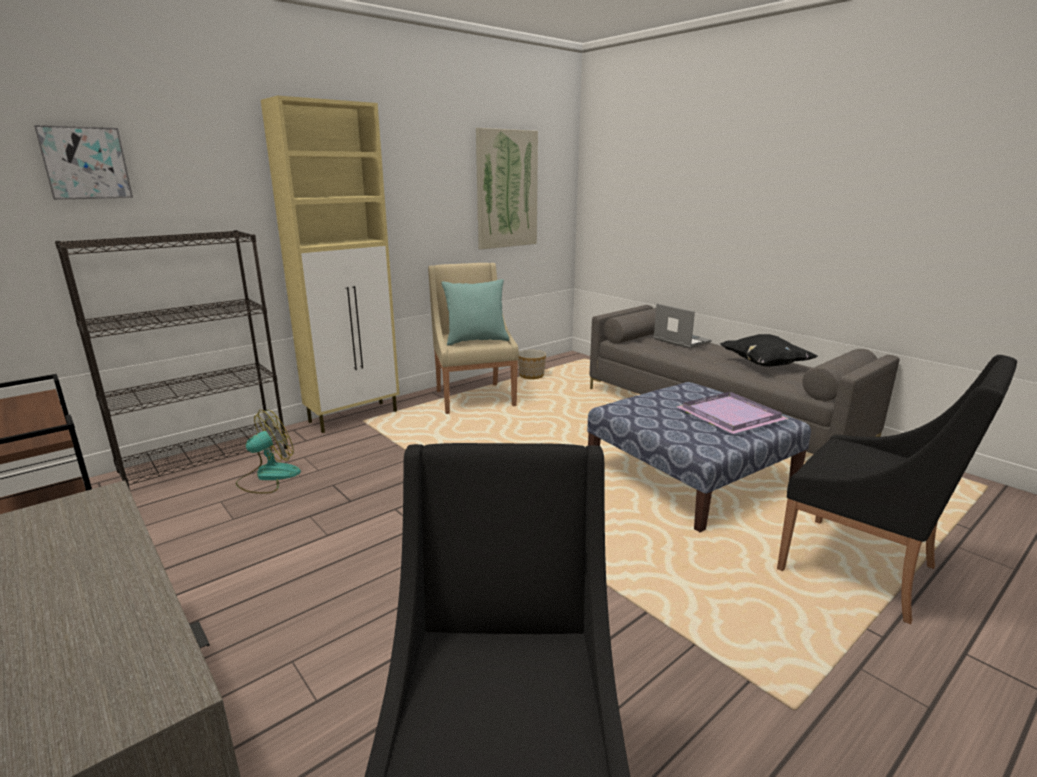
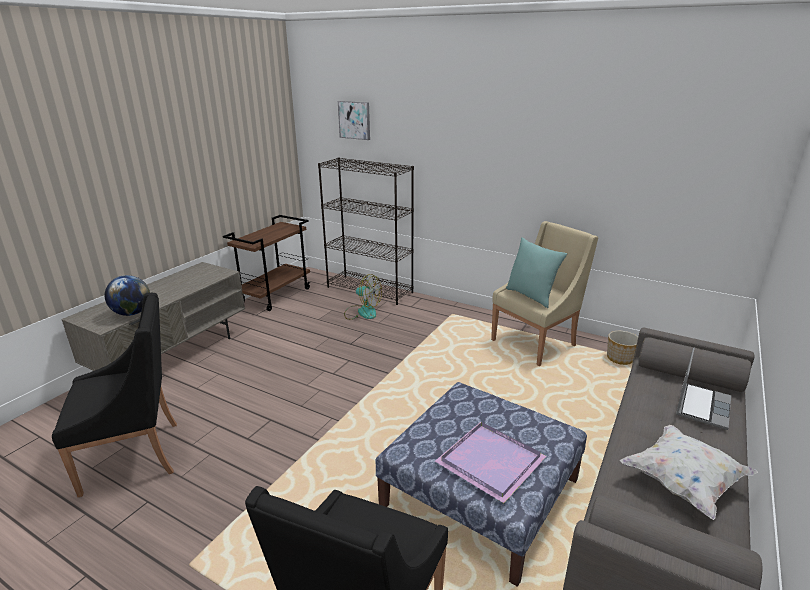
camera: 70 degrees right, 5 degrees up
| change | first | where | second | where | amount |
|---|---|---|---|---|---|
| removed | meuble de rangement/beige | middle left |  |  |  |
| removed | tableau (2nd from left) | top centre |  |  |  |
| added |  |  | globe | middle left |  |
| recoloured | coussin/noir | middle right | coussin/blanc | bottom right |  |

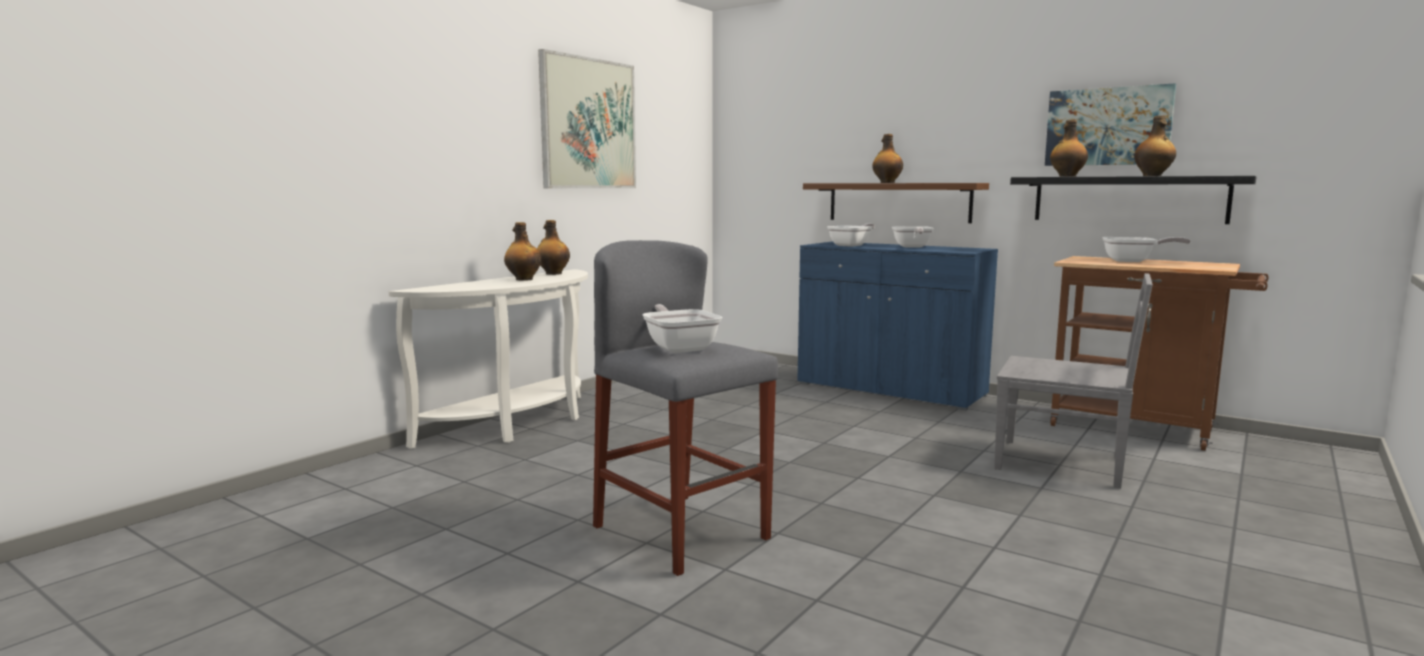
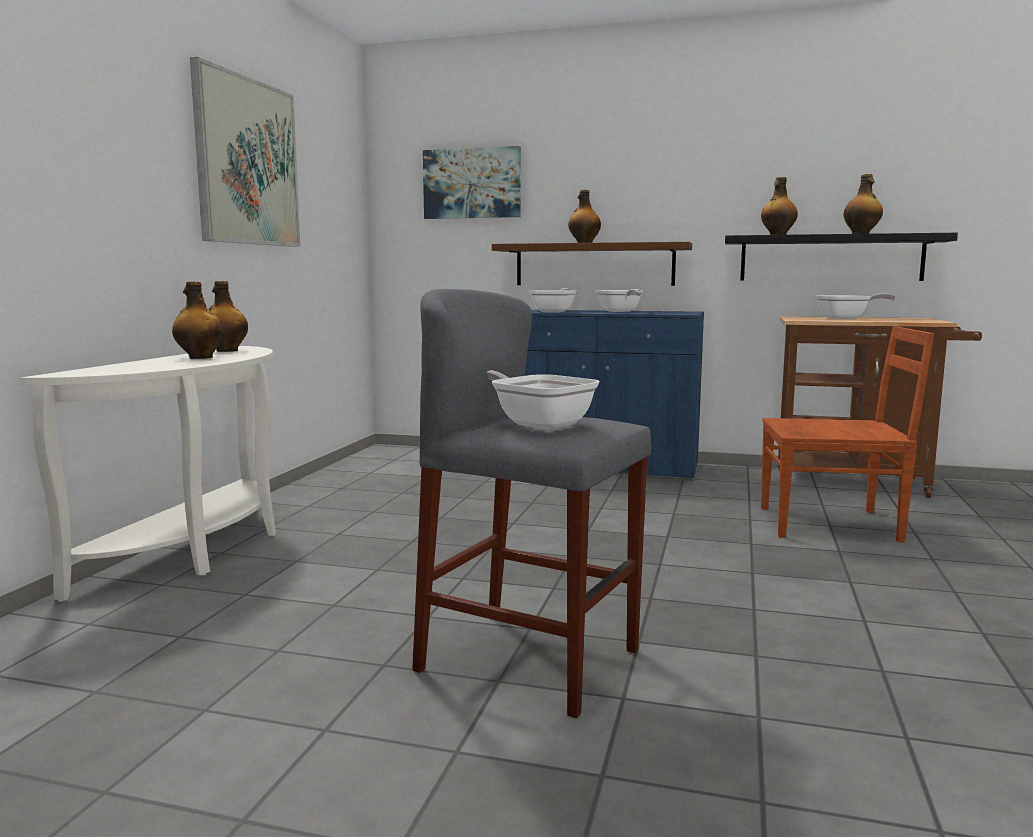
camera: 20 degrees left, 0 degrees up
| change | first | where | second | where | amount |
|---|---|---|---|---|---|
| moved | tableau (2nd from left) | top right |  | top centre |  |
| recoloured | chaise/gris | middle right | chaise/marron | middle right |  |

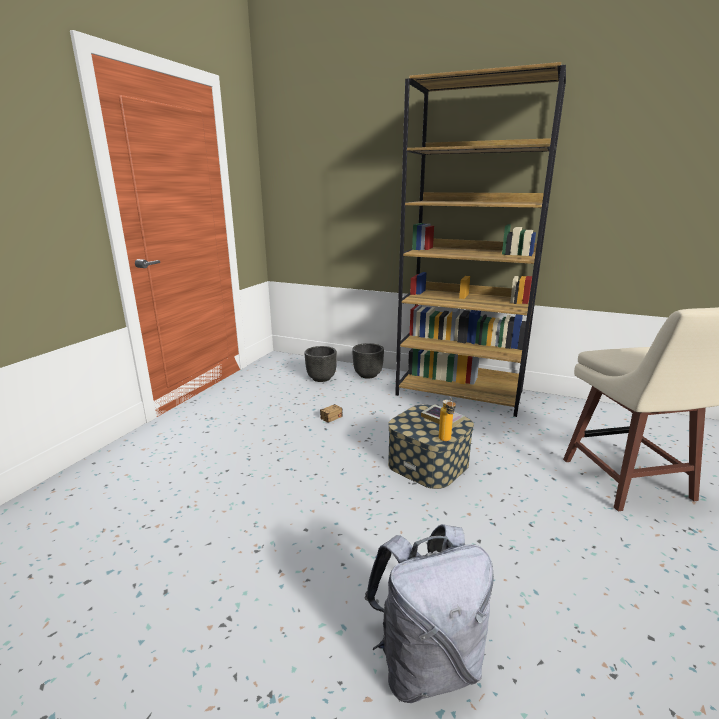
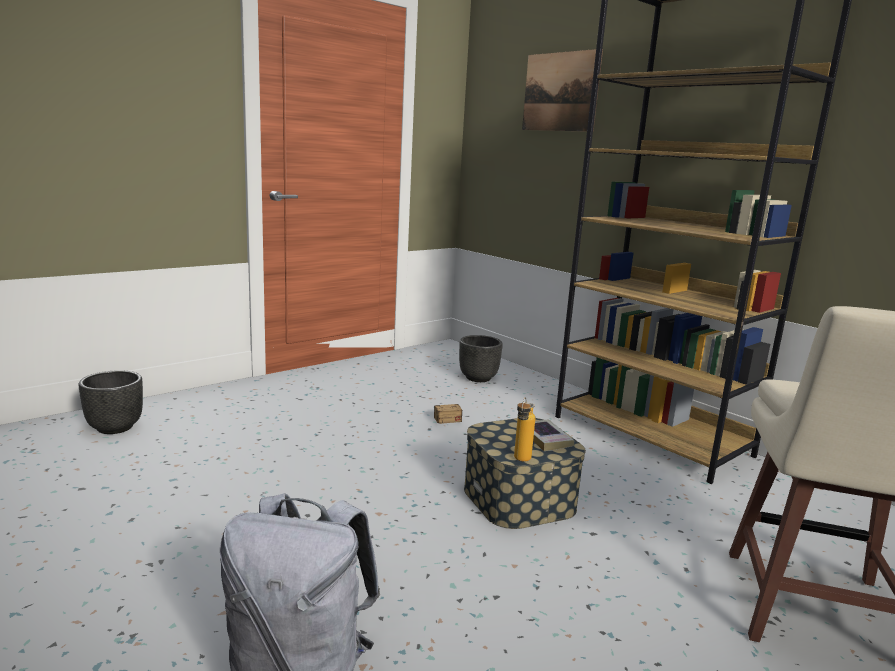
camera: 25 degrees right, 5 degrees down
| change | first | where | second | where | amount |
|---|---|---|---|---|---|
| added |  |  | tableau | top centre |  |
| moved | cache-pot/noir (2nd from left in the first image) | centre | cache-pot/noir (1st from left) | middle left |  |

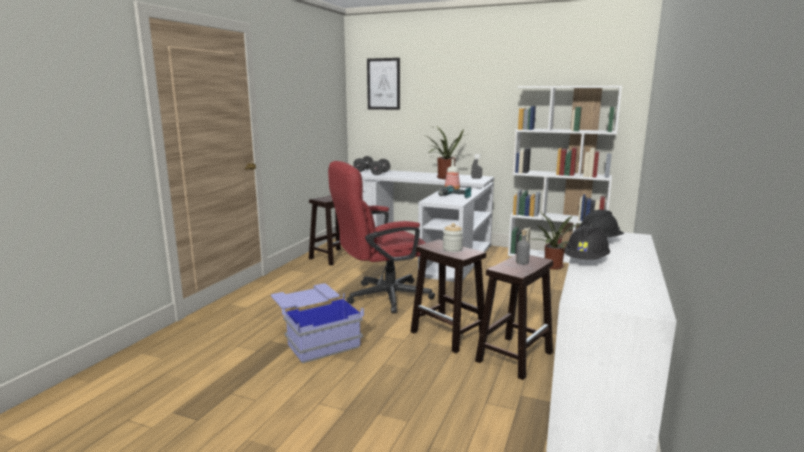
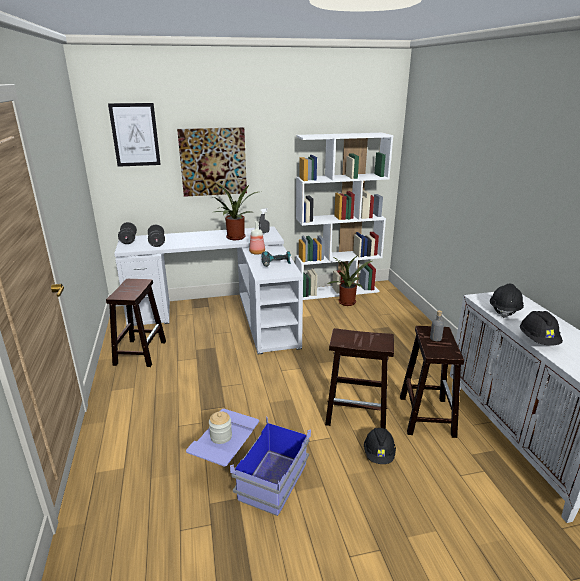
camera: 35 degrees left, 10 degrees up
| change | first | where | second | where | amount |
|---|---|---|---|---|---|
| removed | chaise de bureau/rouge | centre |  |  |  |
| added |  |  | tableau (2nd from left) | top centre |  |
| added |  |  | casque de chantier/noir (1st from left) | bottom centre |  |
| moved | bocal | centre |  | bottom centre |  |

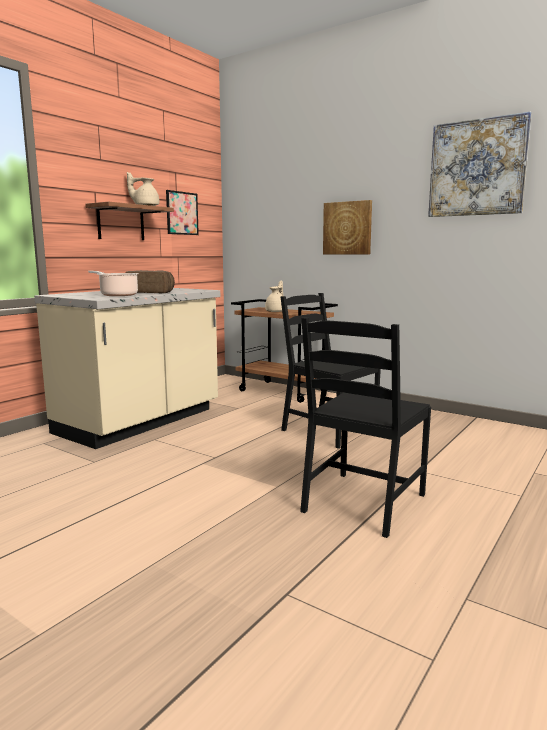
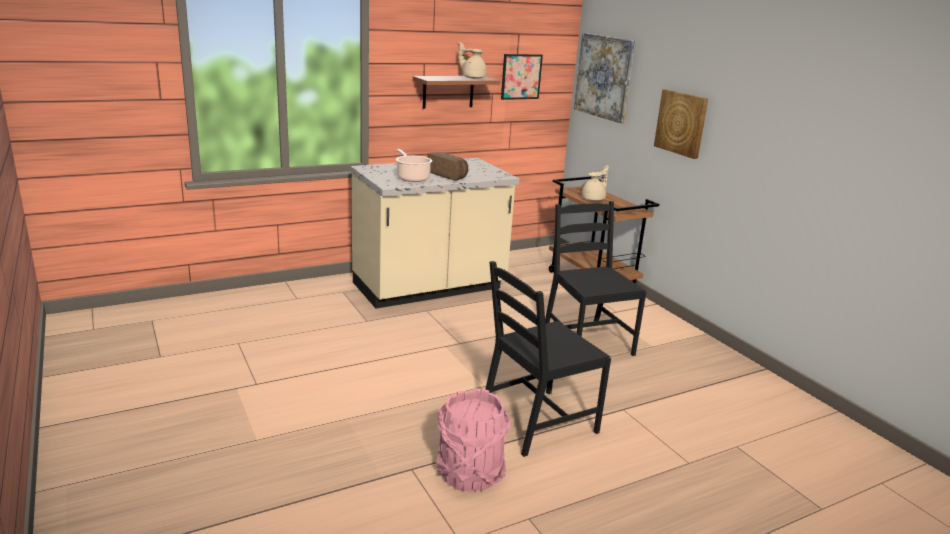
camera: 25 degrees right, 10 degrees up
| change | first | where | second | where | amount |
|---|---|---|---|---|---|
| added |  |  | seau/rose | bottom centre |  |
| moved | tableau (3rd from left in the first image) | top right | tableau (2nd from left) | top centre |  |

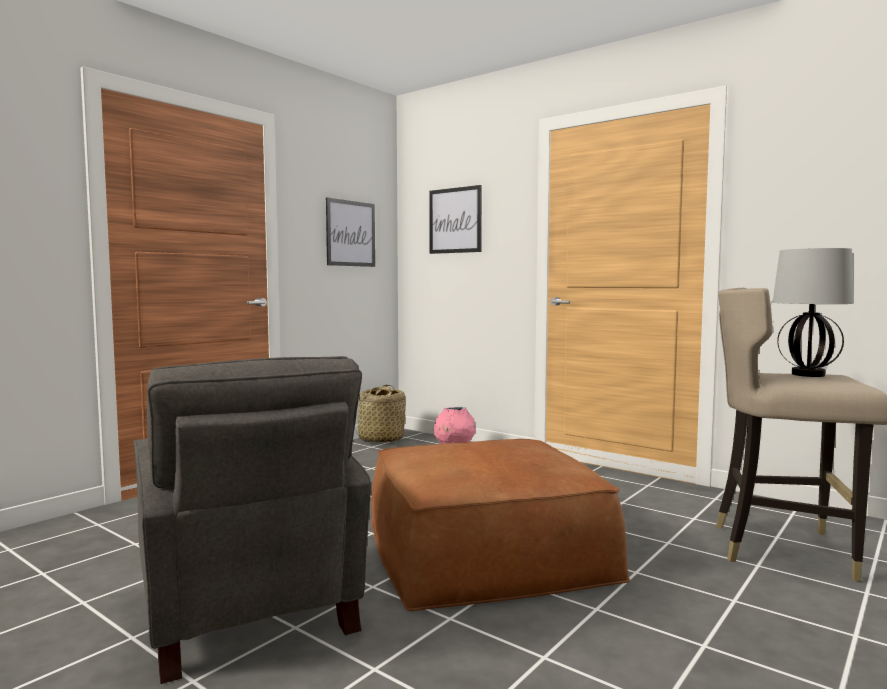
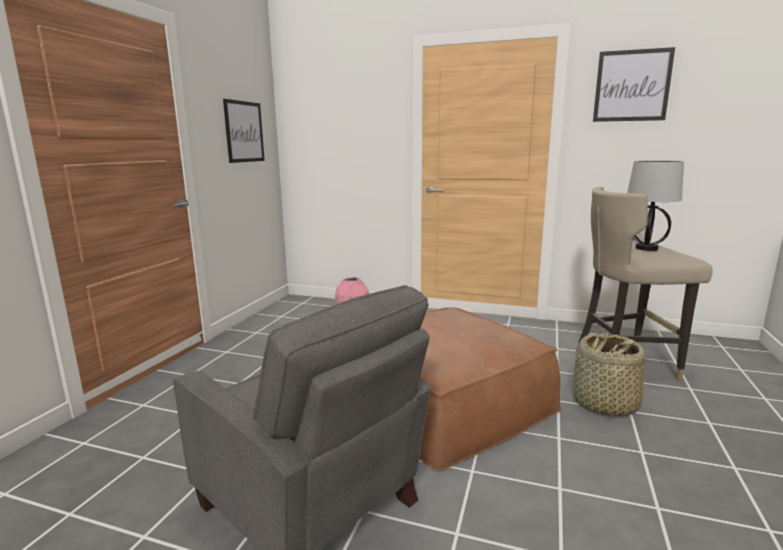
camera: 20 degrees left, 10 degrees up
| change | first | where | second | where | amount |
|---|---|---|---|---|---|
| moved | panier | centre |  | bottom right |  |
| moved | tableau (2nd from left) | top centre |  | top right |  |

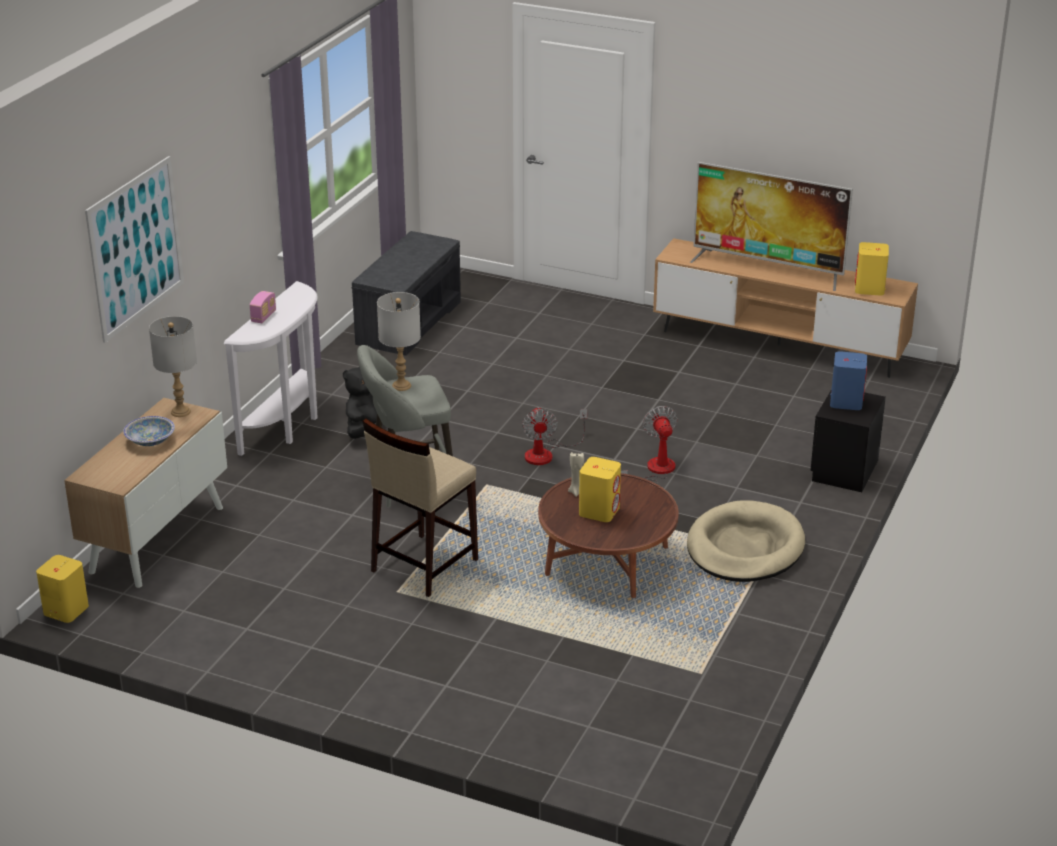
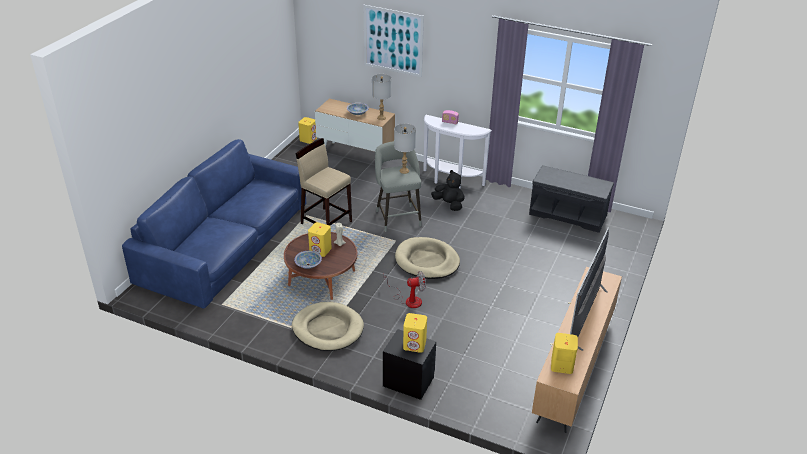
camera: 90 degrees right, 5 degrees up
| change | first | where | second | where | amount |
|---|---|---|---|---|---|
| added |  |  | canapé/bleu | middle left |  |
| added |  |  | bol (1st from left) | centre |  |
| replaced | ventilateur (1st from left) | centre | panier pour chien/beige (2nd from left) | centre |  |
| recoloured | enceinte/bleu | middle right | enceinte/jaune (3rd from left) | bottom centre |  |

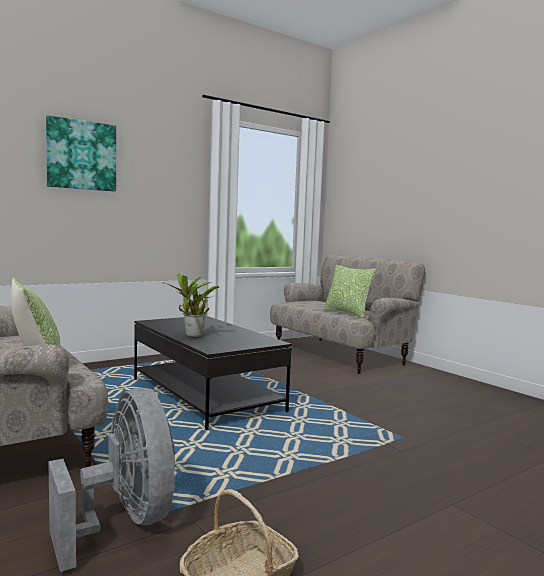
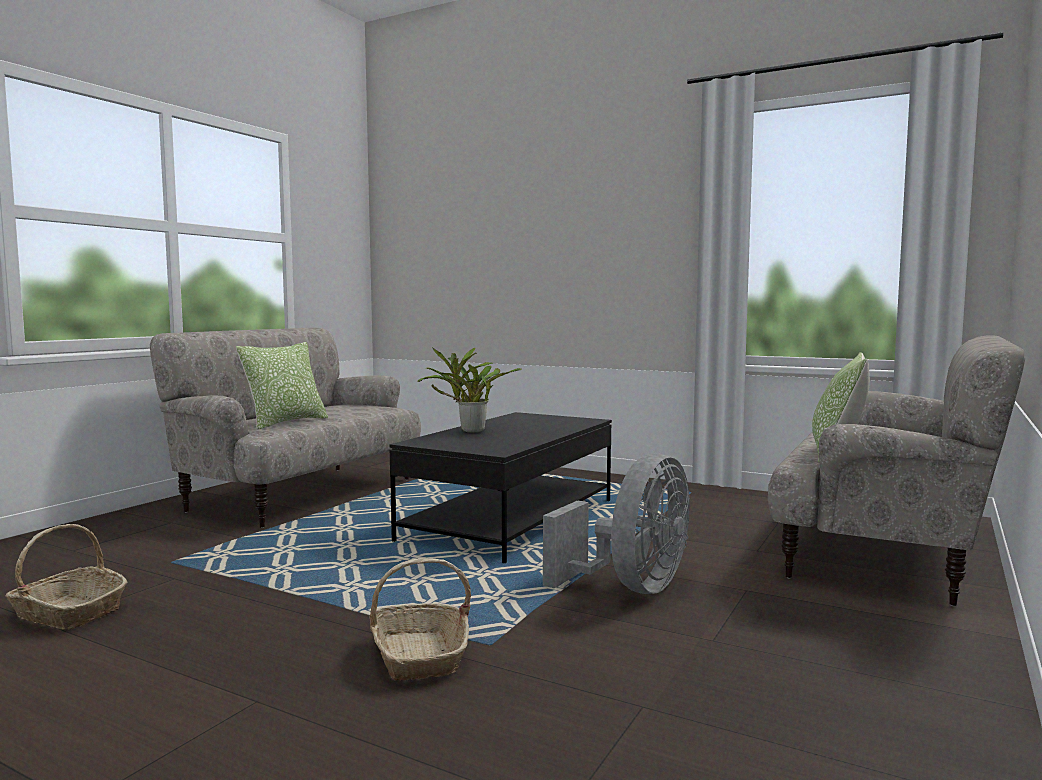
camera: 65 degrees right, 0 degrees up
| change | first | where | second | where | amount |
|---|---|---|---|---|---|
| removed | tableau | top left |  |  |  |
| added |  |  | panier (2nd from left) | bottom centre |  |
| moved | ventilateur/gris | bottom left |  | bottom centre |  |

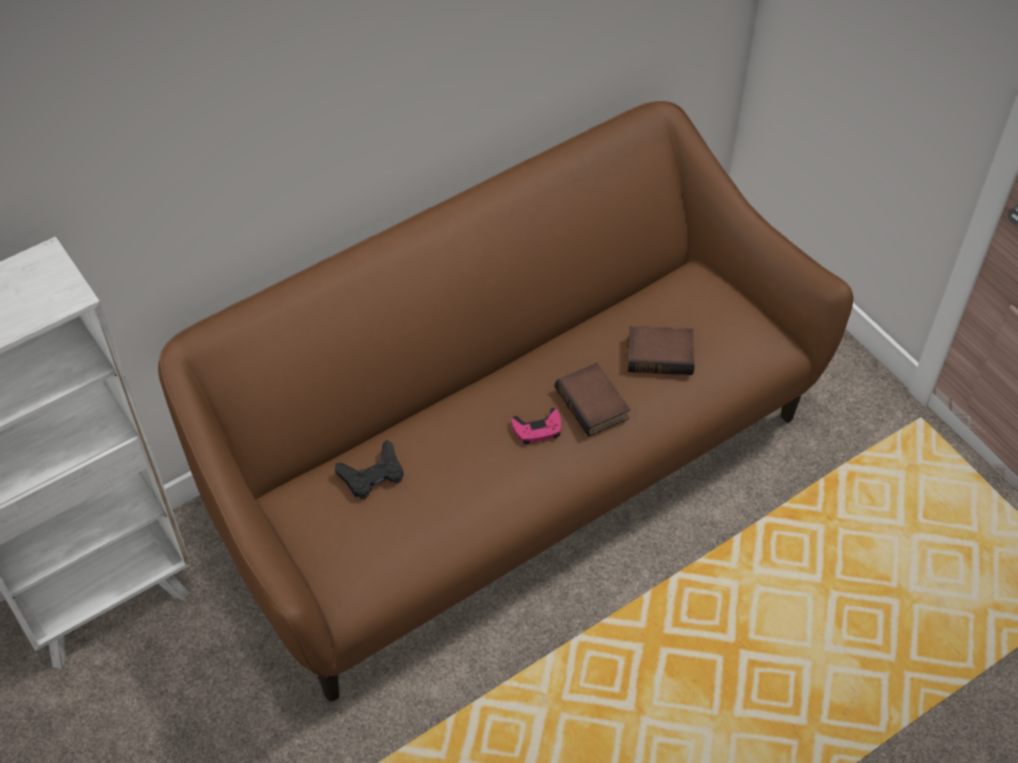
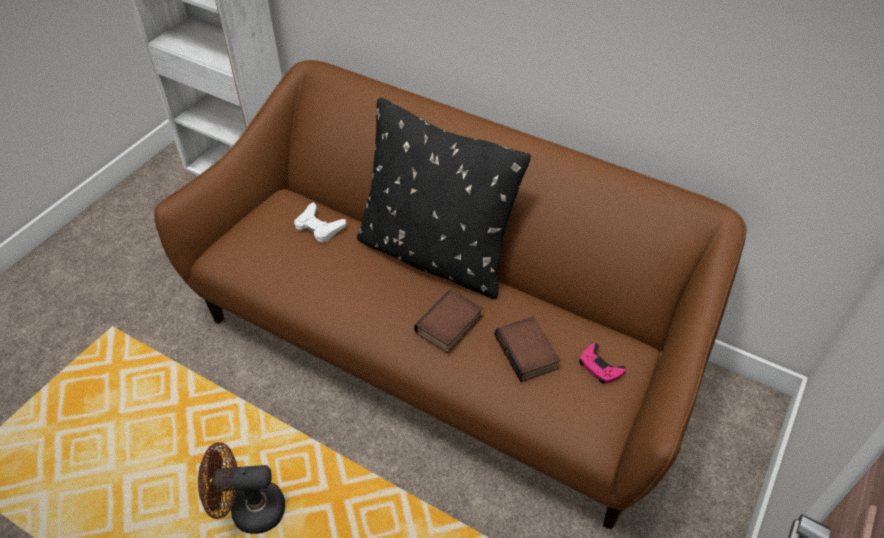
camera: 65 degrees right, 5 degrees down
| change | first | where | second | where | amount |
|---|---|---|---|---|---|
| added |  |  | ventilateur/marron | bottom left |  |
| added |  |  | coussin/noir | centre |  |
| moved | manette/rose | centre |  | bottom right |  |
| recoloured | manette/noir | centre | manette/blanc | centre |  |

